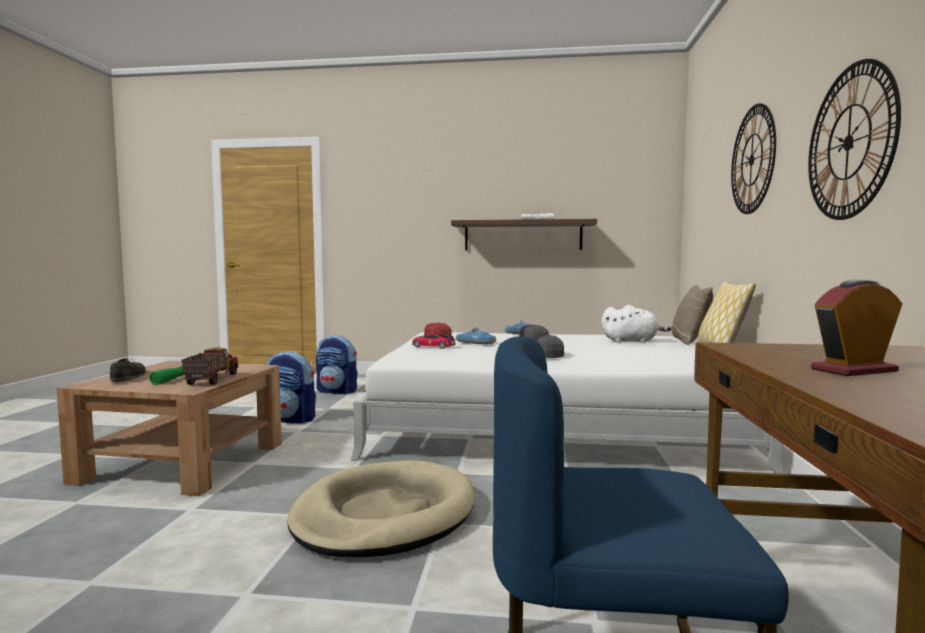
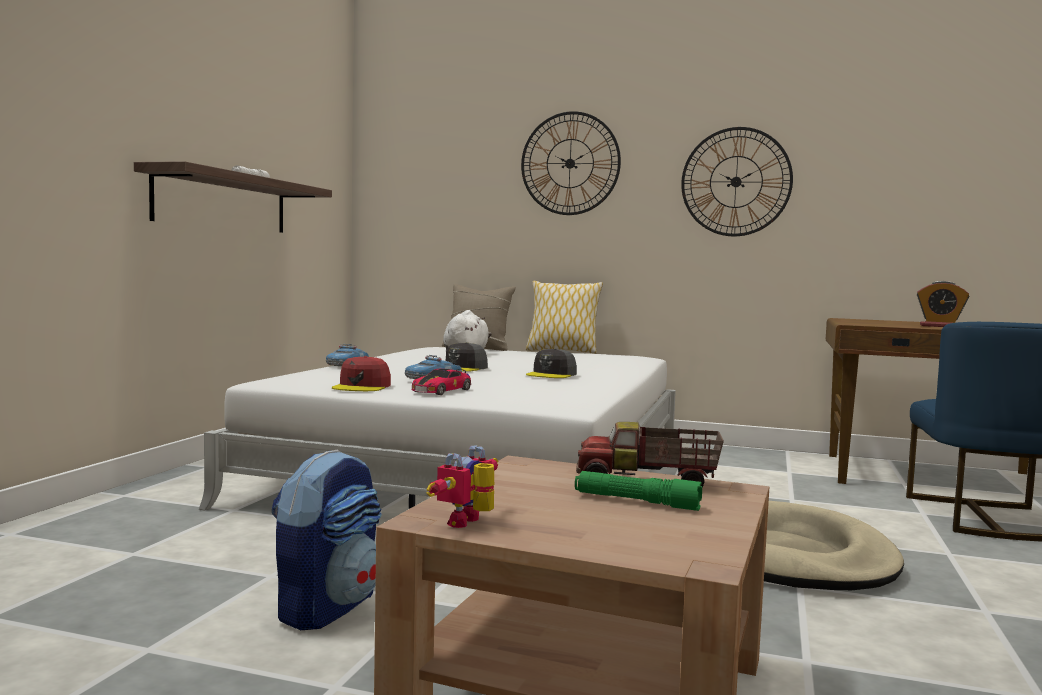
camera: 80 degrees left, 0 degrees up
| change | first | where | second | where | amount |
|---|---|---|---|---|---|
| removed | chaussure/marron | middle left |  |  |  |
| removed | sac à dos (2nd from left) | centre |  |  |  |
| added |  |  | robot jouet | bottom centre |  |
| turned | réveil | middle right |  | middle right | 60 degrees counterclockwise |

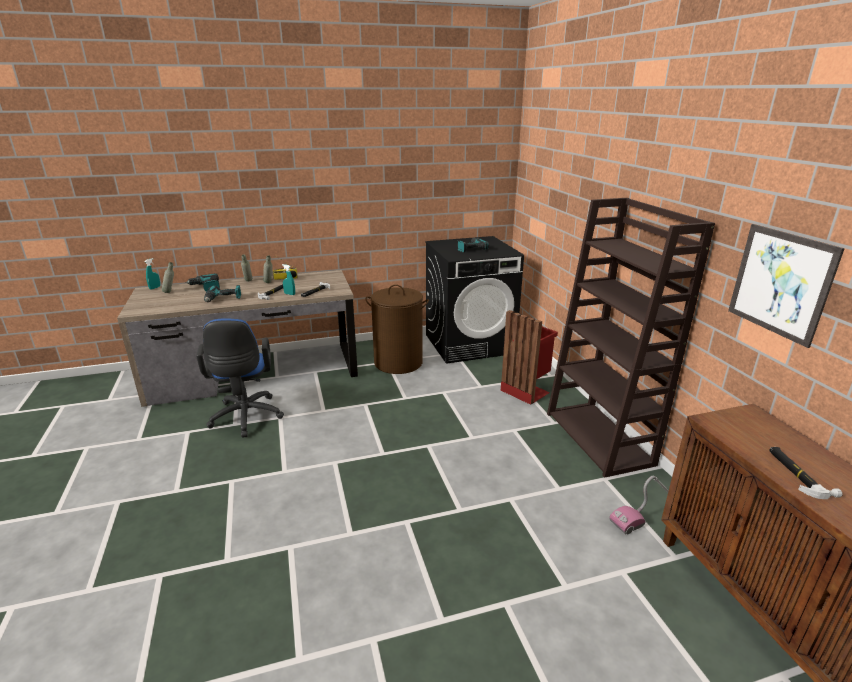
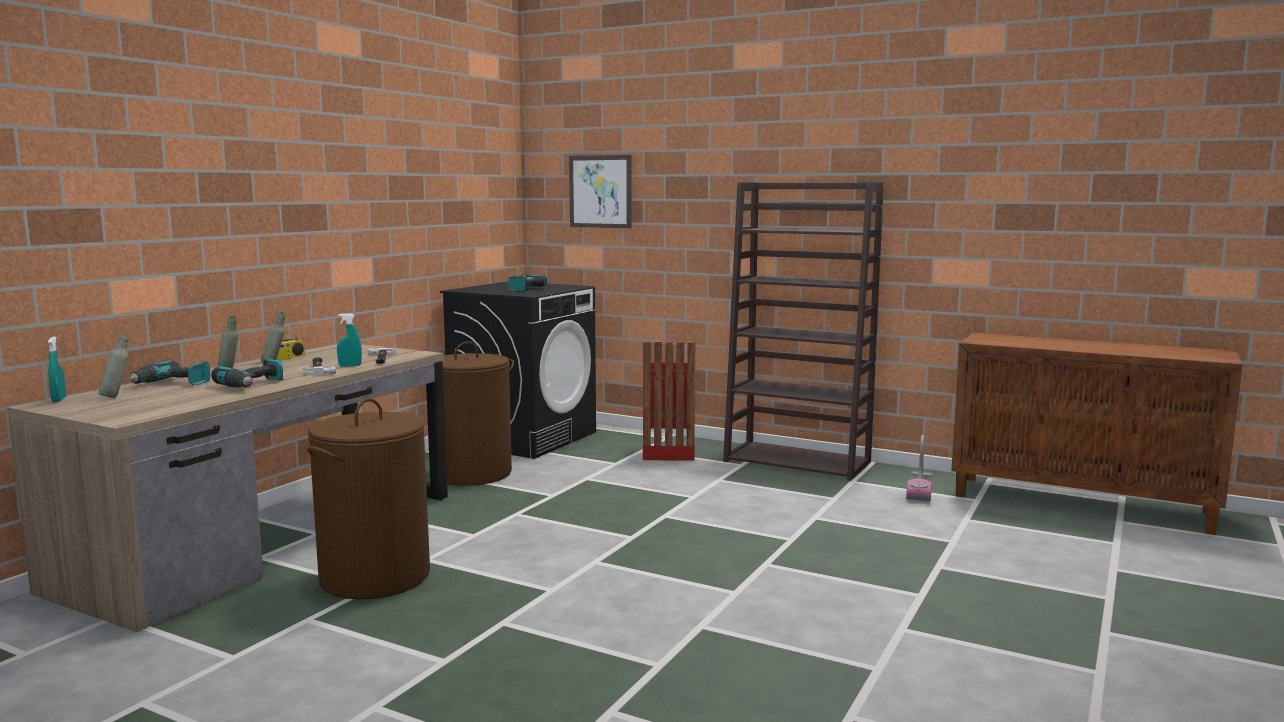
camera: 45 degrees left, 15 degrees down
| change | first | where | second | where | amount |
|---|---|---|---|---|---|
| removed | marteau (3rd from left) | bottom right |  |  |  |
| moved | tableau | middle right |  | top centre |  |
| replaced | chaise de bureau/bleu | middle left | panier à linge/marron (1st from left) | bottom left |  |

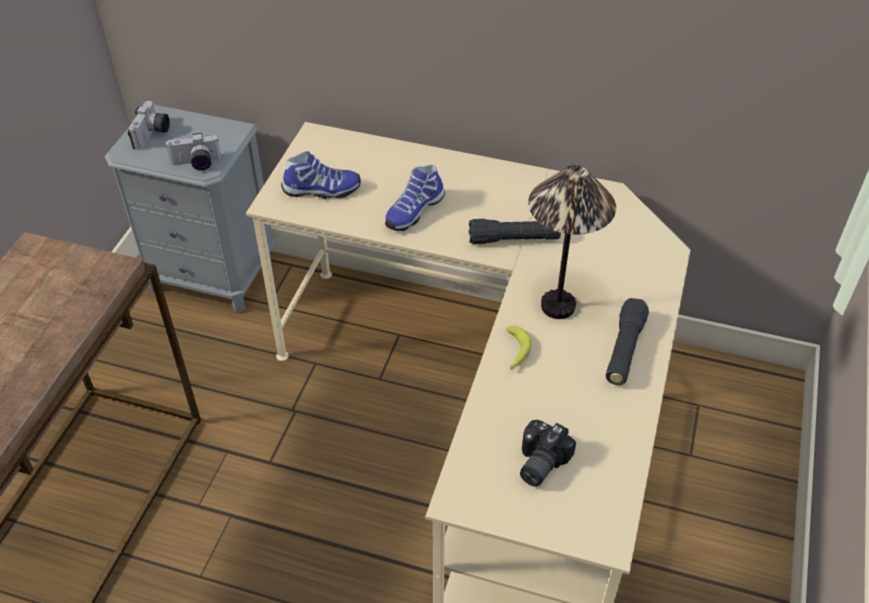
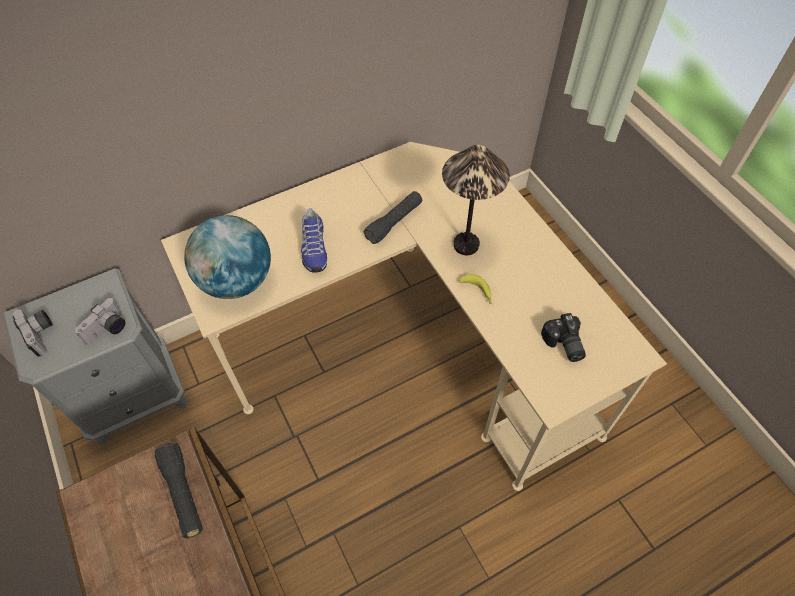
camera: 45 degrees left, 10 degrees up
| change | first | where | second | where | amount |
|---|---|---|---|---|---|
| moved | lampe de poche/noir (2nd from left in the first image) | middle right | lampe de poche/noir (1st from left) | bottom left |  |
| replaced | chaussure (1st from left) | top centre | globe | middle left |  |

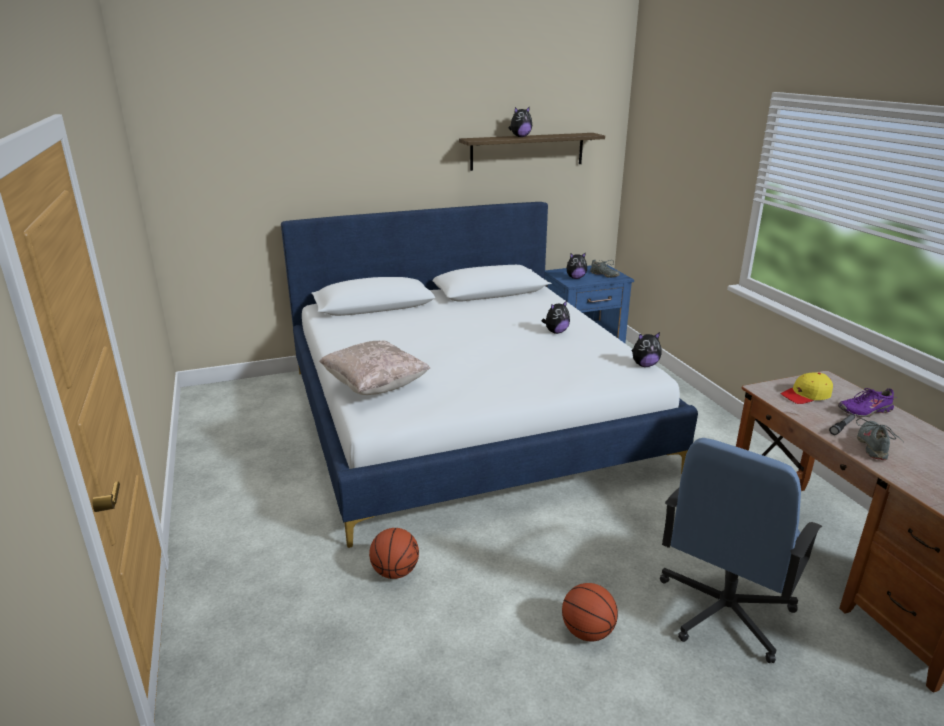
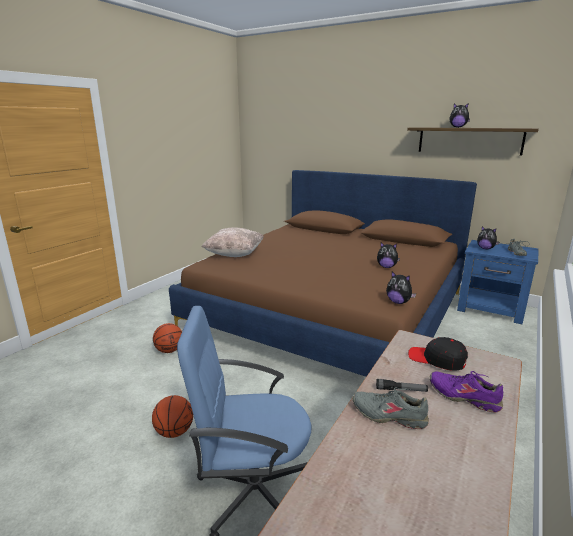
camera: 50 degrees right, 5 degrees down
| change | first | where | second | where | amount |
|---|---|---|---|---|---|
| recoloured | lit/blanc | centre | lit/marron | centre |  |
| recoloured | casquette/jaune | middle right | casquette/noir | middle right |  |
| turned | chaussure/gris (2nd from left in the first image) | middle right | chaussure/gris (1st from left) | bottom right | 135 degrees counterclockwise |

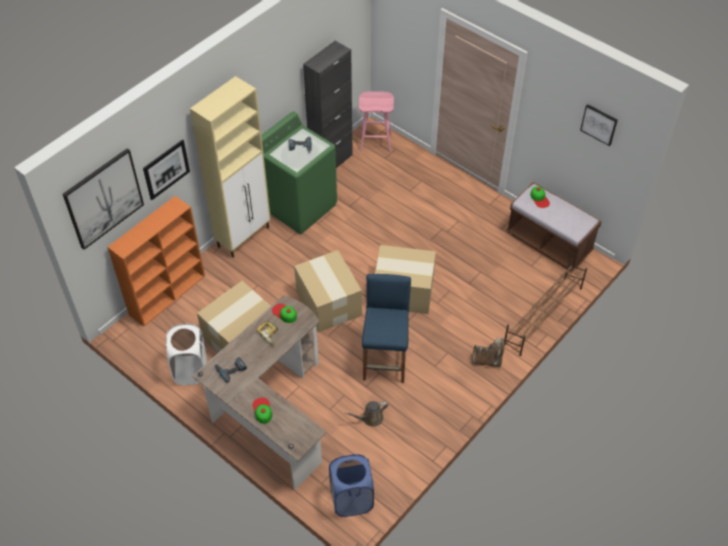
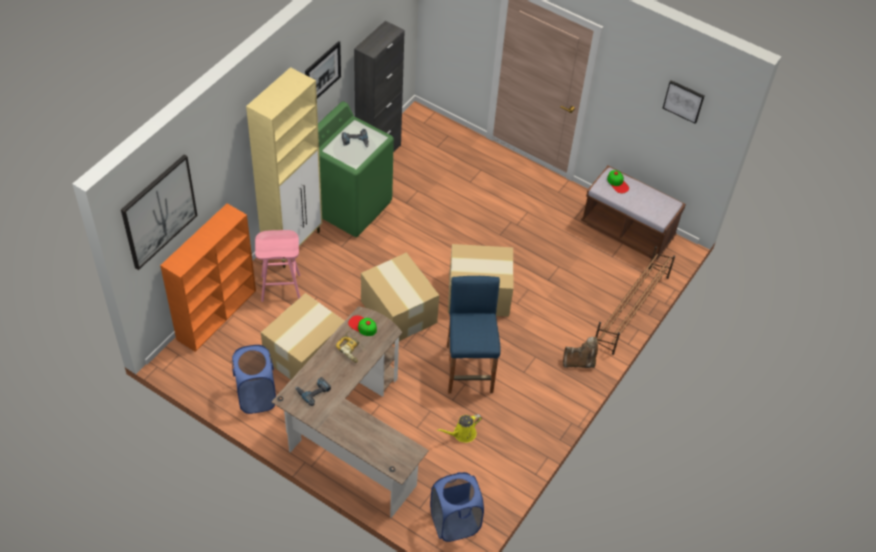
camera: 10 degrees left, 0 degrees up
| change | first | where | second | where | amount |
|---|---|---|---|---|---|
| removed | casquette (1st from left) | bottom centre |  |  |  |
| moved | tableau (2nd from left) | top left |  | top centre |  |
| moved | tabouret/rose | top centre |  | middle left |  |
| recoloured | panier à linge/blanc | middle left | panier à linge/bleu (1st from left) | bottom left |  |
| recoloured | arrosoir/marron | bottom centre | arrosoir/jaune | bottom centre |  |

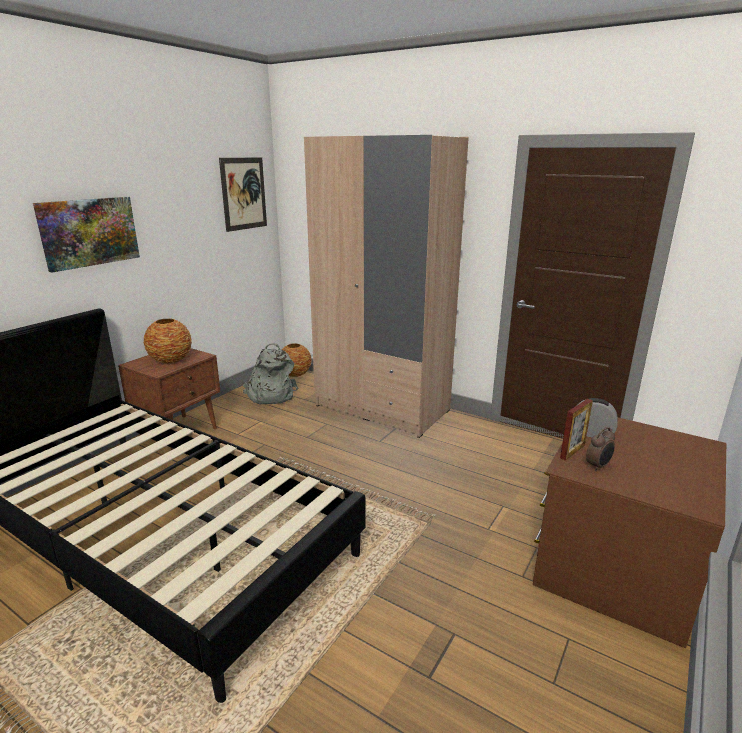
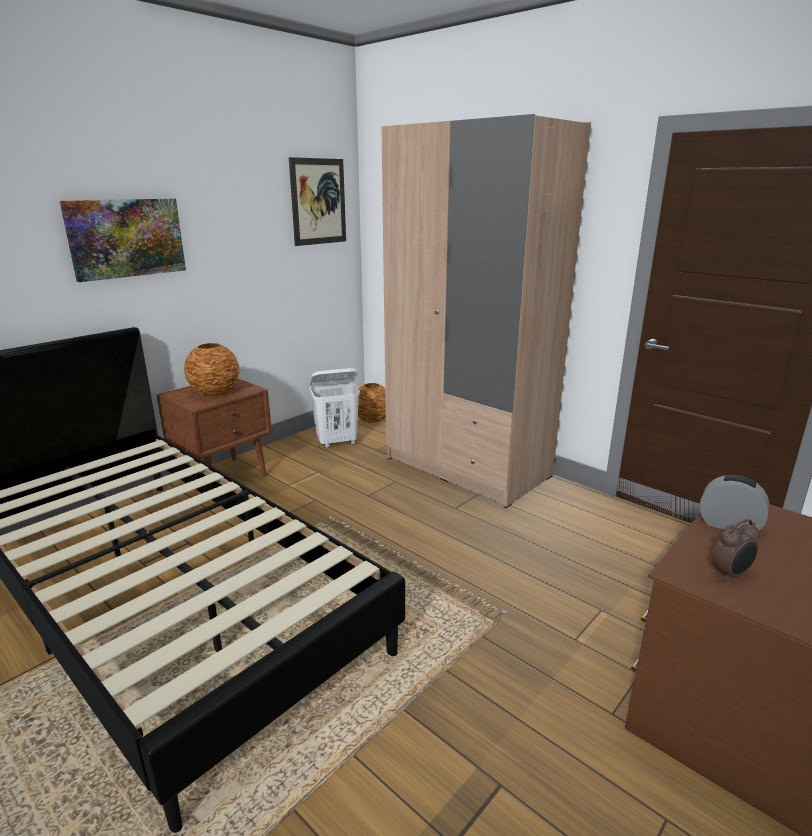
camera: 10 degrees right, 0 degrees up
| change | first | where | second | where | amount |
|---|---|---|---|---|---|
| removed | cadre photo | middle right |  |  |  |
| replaced | sac à dos/gris | centre | panier à linge/blanc | centre |  |

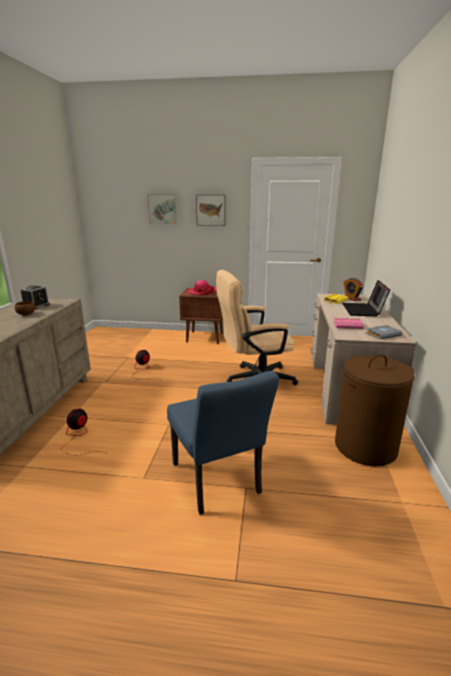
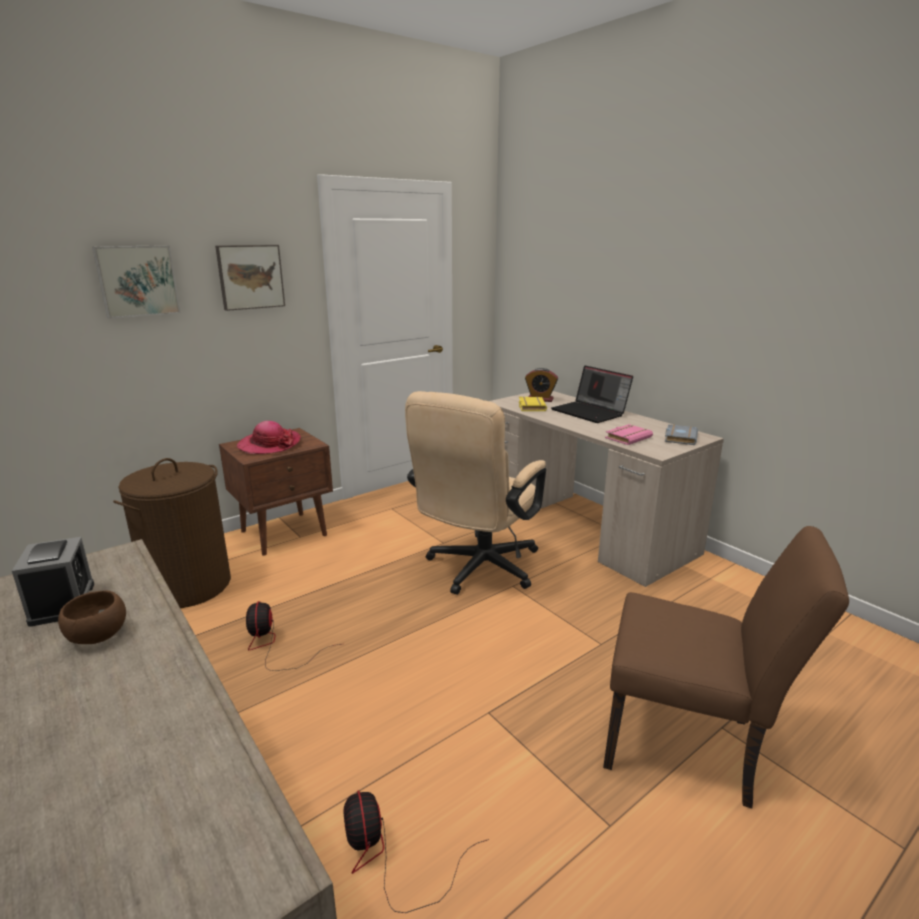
camera: 45 degrees left, 0 degrees up
| change | first | where | second | where | amount |
|---|---|---|---|---|---|
| moved | panier à linge/marron | middle right |  | middle left |  |
| recoloured | chaise/bleu | centre | chaise/marron | bottom right |  |

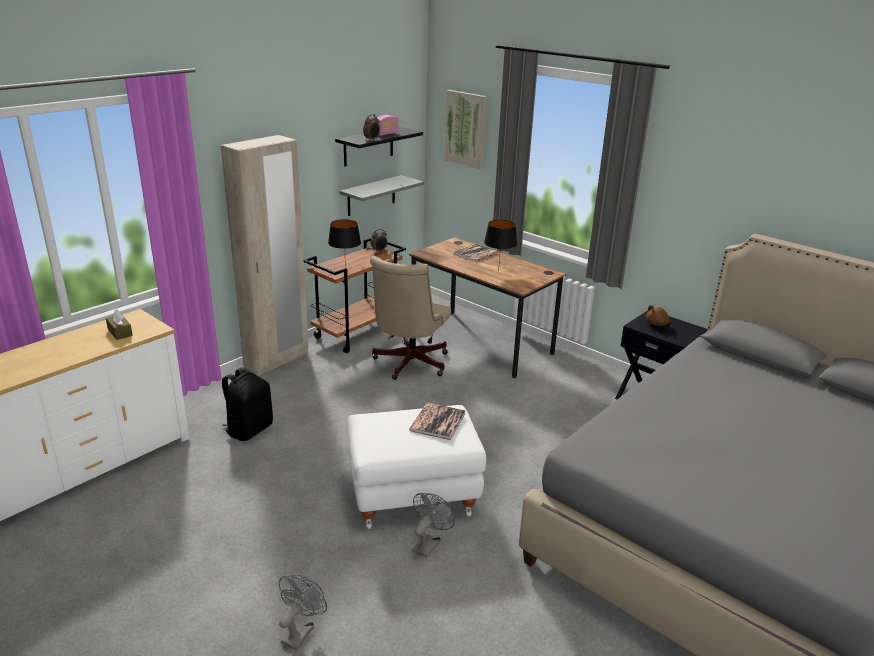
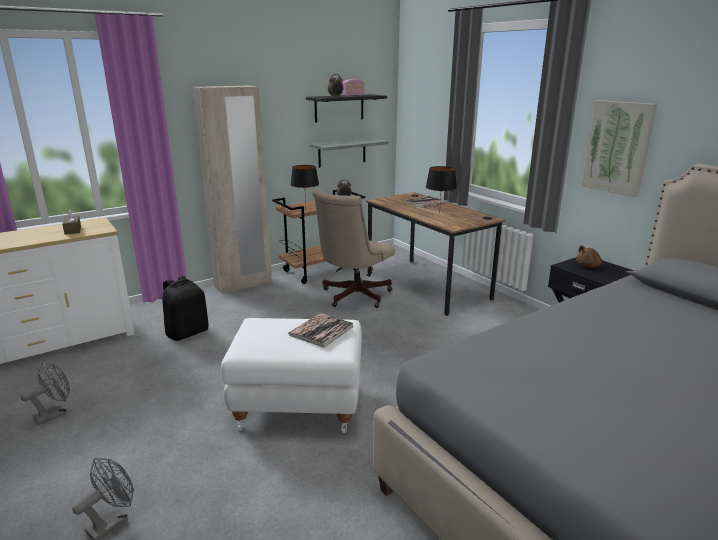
camera: 15 degrees right, 5 degrees down
| change | first | where | second | where | amount |
|---|---|---|---|---|---|
| moved | ventilateur/gris (2nd from left in the first image) | bottom centre | ventilateur/gris (1st from left) | bottom left |  |
| moved | tableau | top centre |  | top right |  |

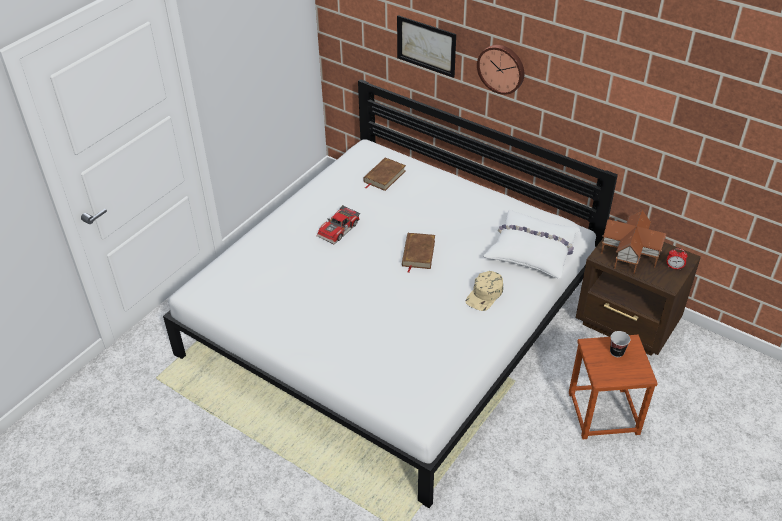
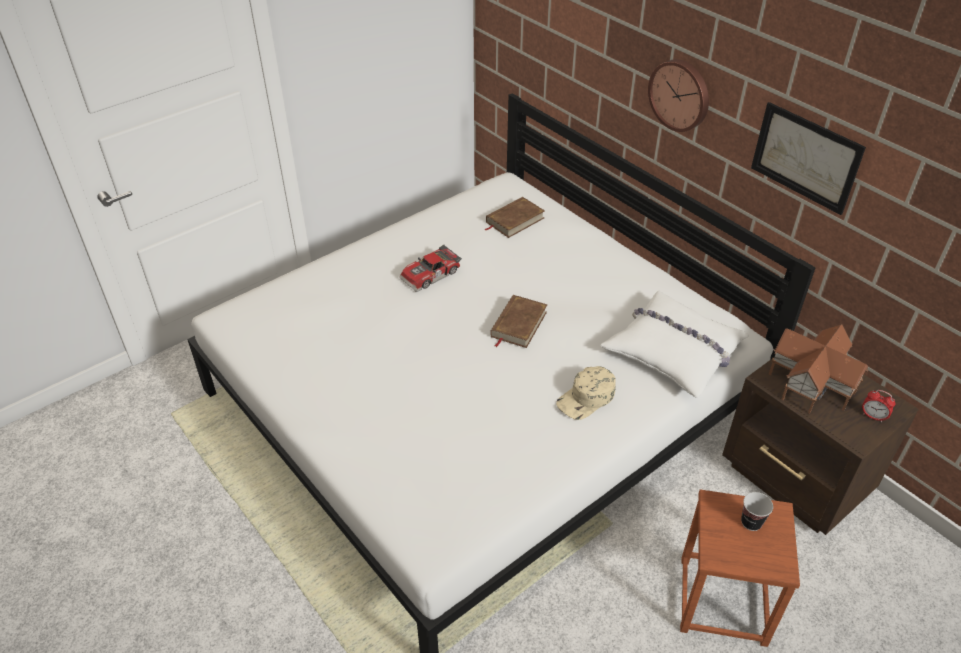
camera: 15 degrees right, 0 degrees up
| change | first | where | second | where | amount |
|---|---|---|---|---|---|
| moved | tableau | top centre |  | top right |  |

